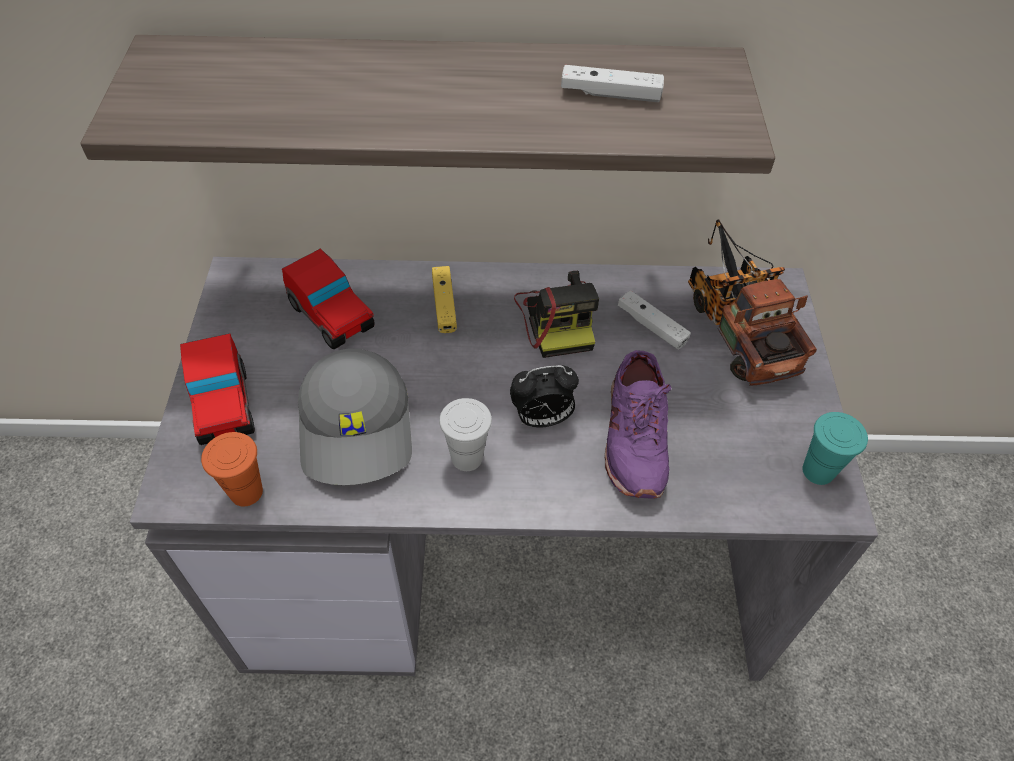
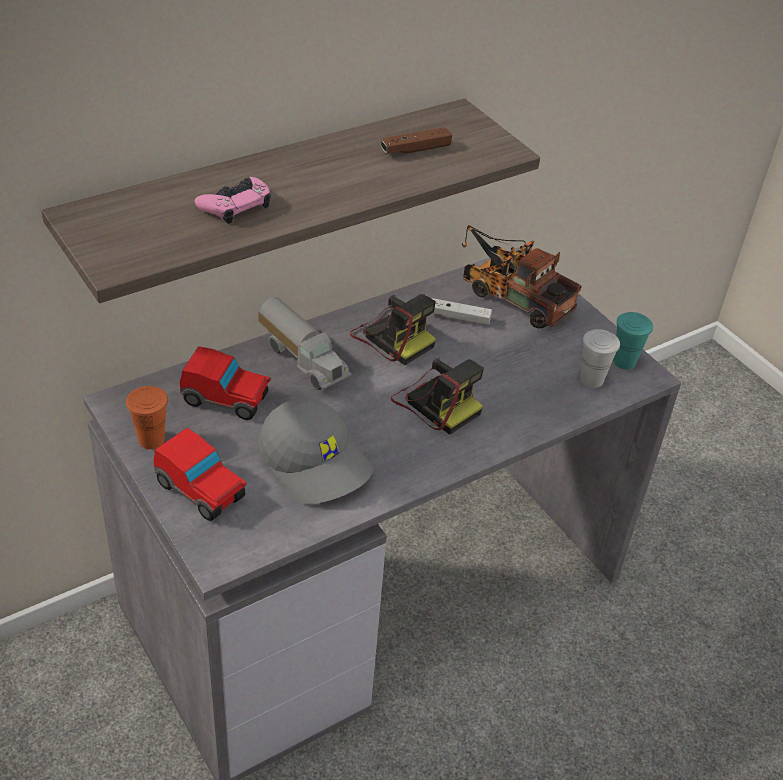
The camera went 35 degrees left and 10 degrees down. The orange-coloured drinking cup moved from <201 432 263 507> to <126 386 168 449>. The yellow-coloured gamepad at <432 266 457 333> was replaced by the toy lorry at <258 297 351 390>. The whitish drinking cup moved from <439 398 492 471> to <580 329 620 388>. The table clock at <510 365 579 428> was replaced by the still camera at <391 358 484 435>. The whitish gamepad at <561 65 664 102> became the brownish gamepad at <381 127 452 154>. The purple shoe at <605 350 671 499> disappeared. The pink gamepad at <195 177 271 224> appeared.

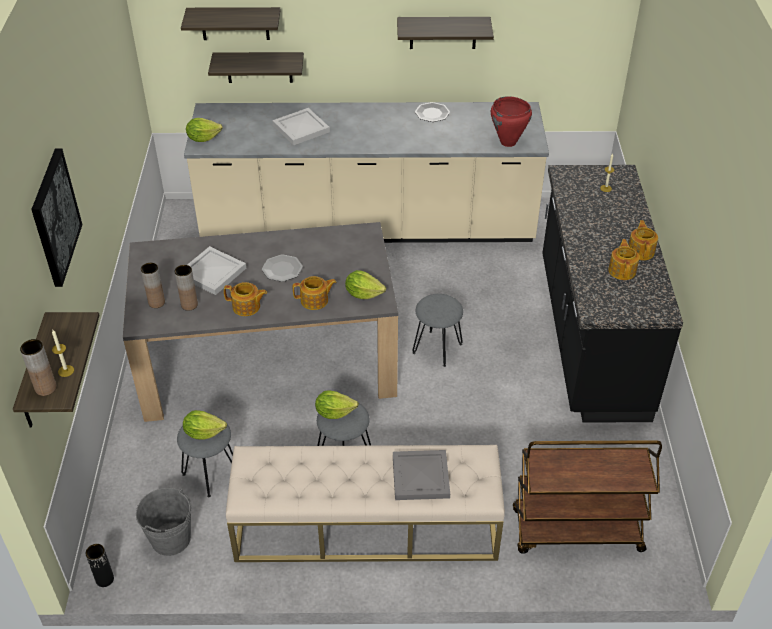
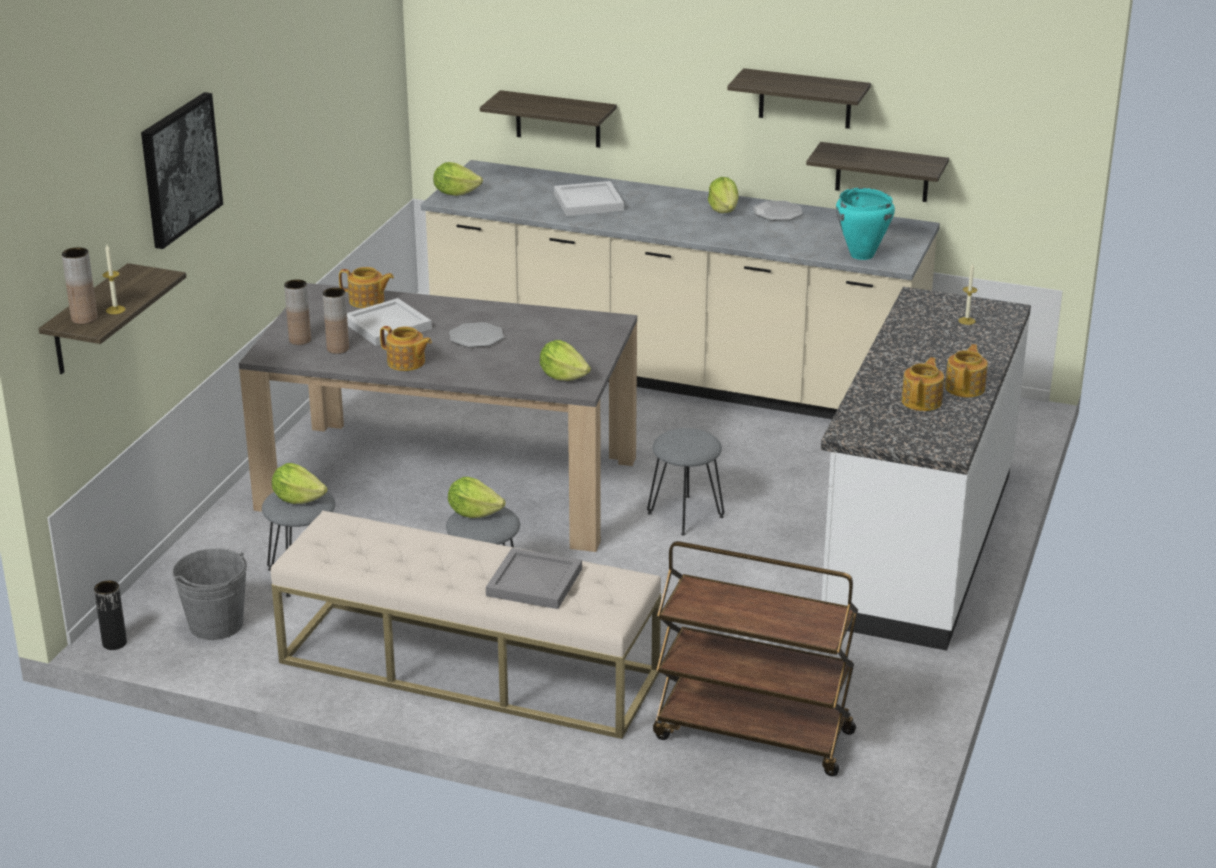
The camera went 20 degrees right and 15 degrees down. The wall shelf moved from <181 7 280 40> to <806 142 949 202>. The pot for tea moved from <293 276 336 310> to <339 267 394 308>. The red-coloured stockpot at <491 96 532 147> became the blue-green stockpot at <836 188 895 260>. The black kitchen counter at <543 165 683 423> became the whitish kitchen counter at <821 287 1031 651>. The head of lettuce at <708 177 739 213> appeared.

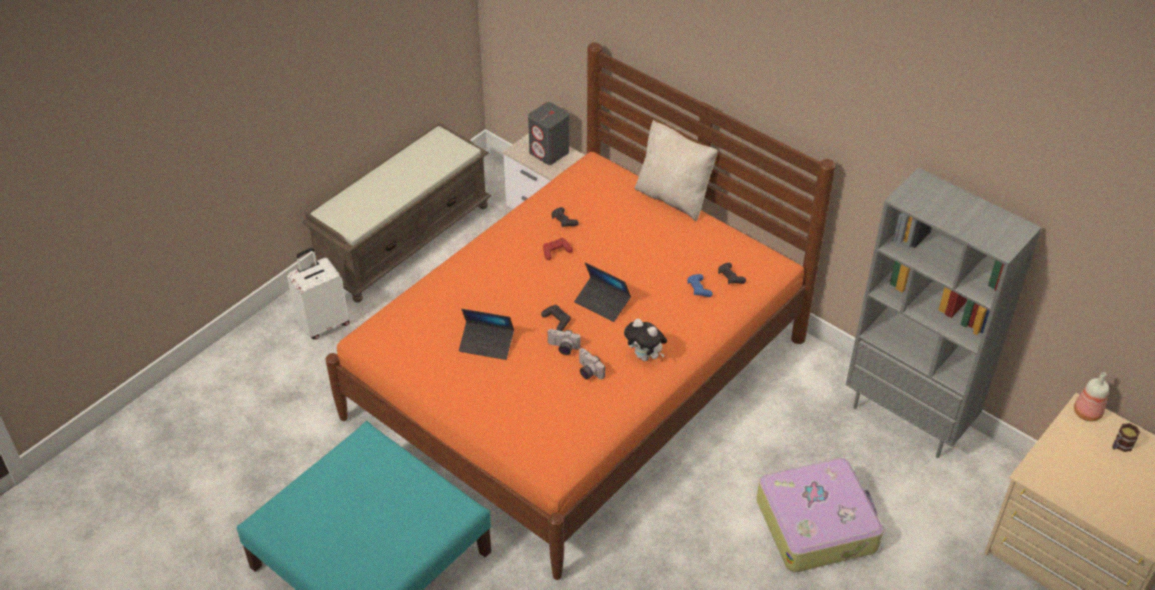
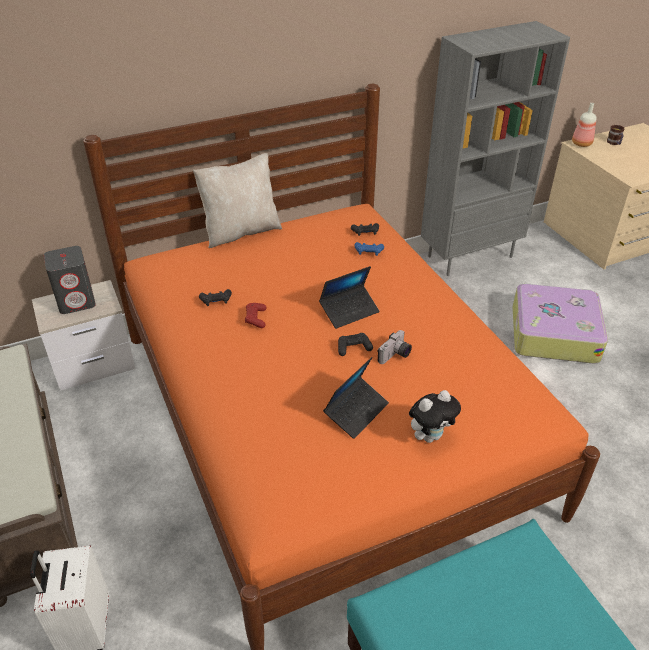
The camera went 65 degrees left and 5 degrees down. The still camera at <579 348 605 379> disappeared. The plush toy moved from <624 319 667 361> to <409 390 461 443>.

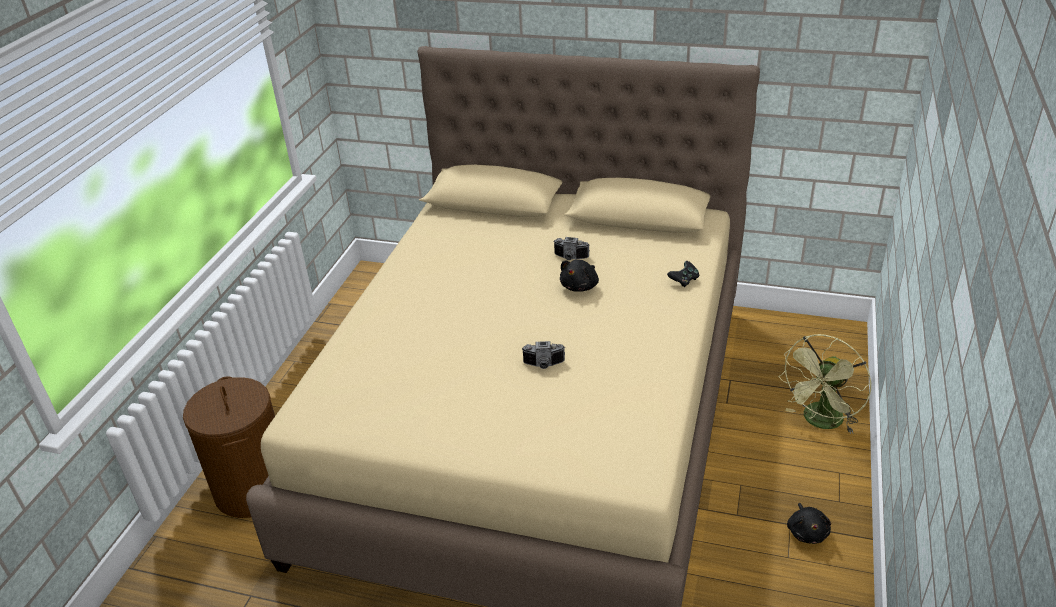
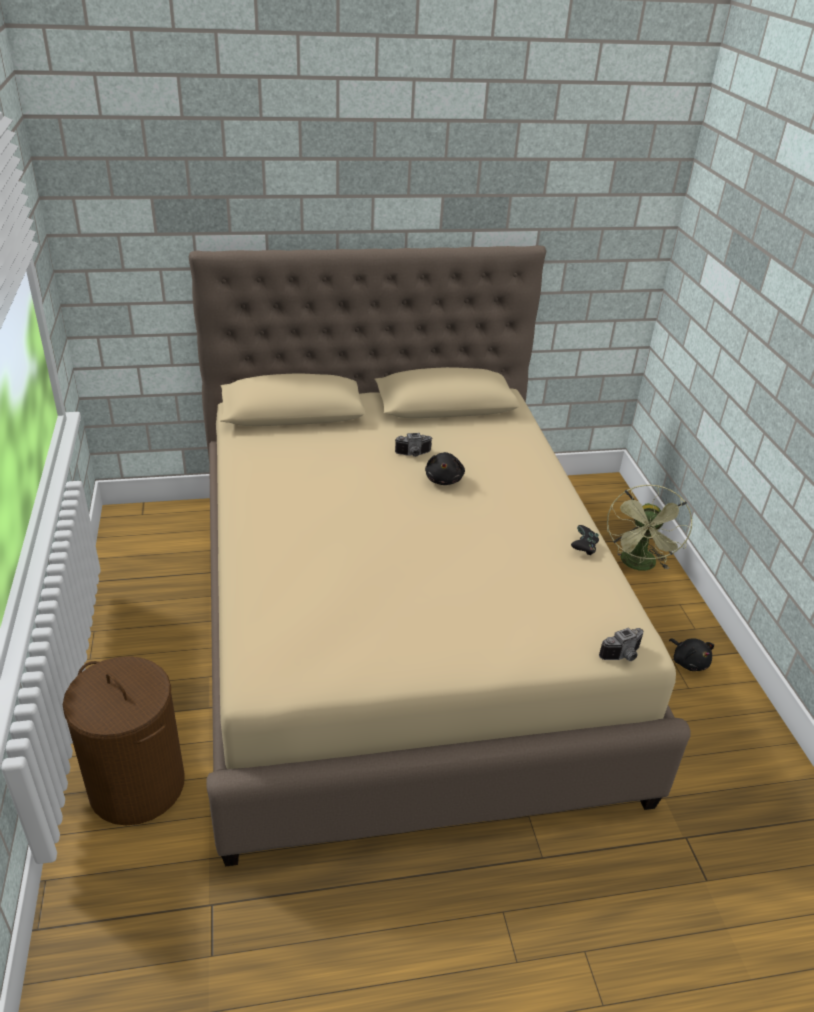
The camera went 30 degrees left and 0 degrees up. The still camera moved from <521 341 565 369> to <599 628 643 661>. The black gamepad moved from <667 261 699 287> to <571 525 599 556>.

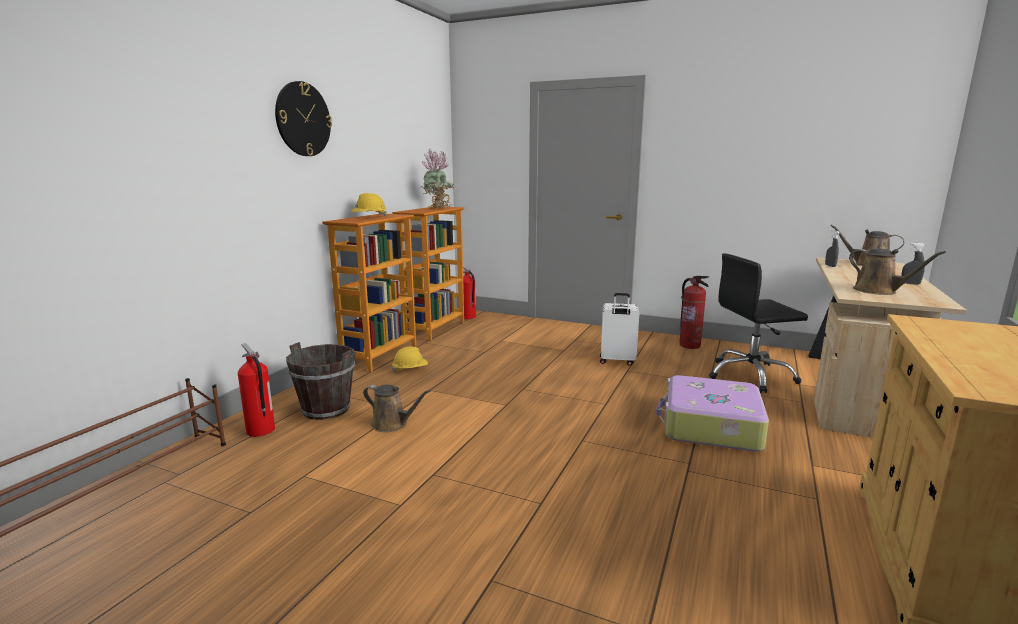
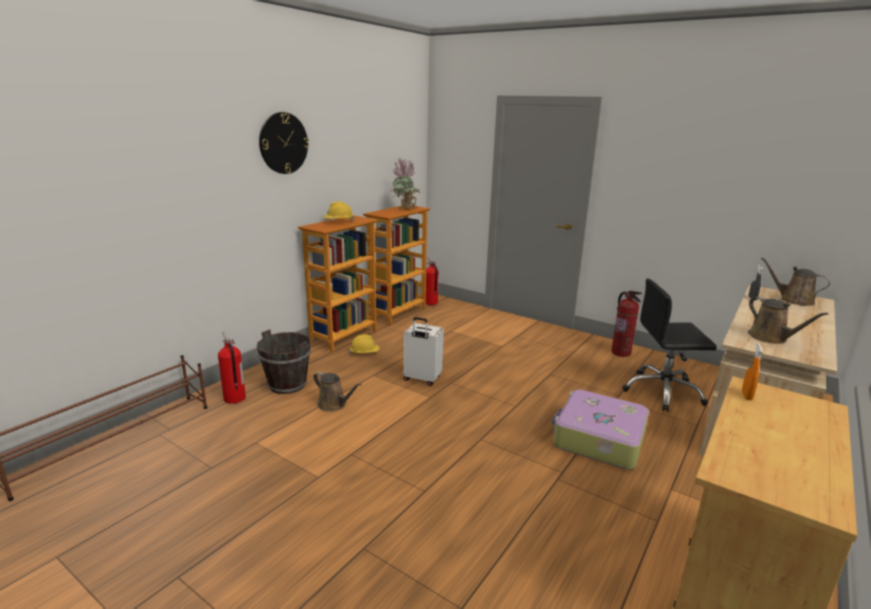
The camera went 10 degrees right and 5 degrees up. The whitish suitcase moved from <600 293 639 366> to <404 317 444 386>. The gray hand sprayer at <901 242 926 285> disappeared. The orange-coloured hand sprayer at <742 343 763 400> appeared.

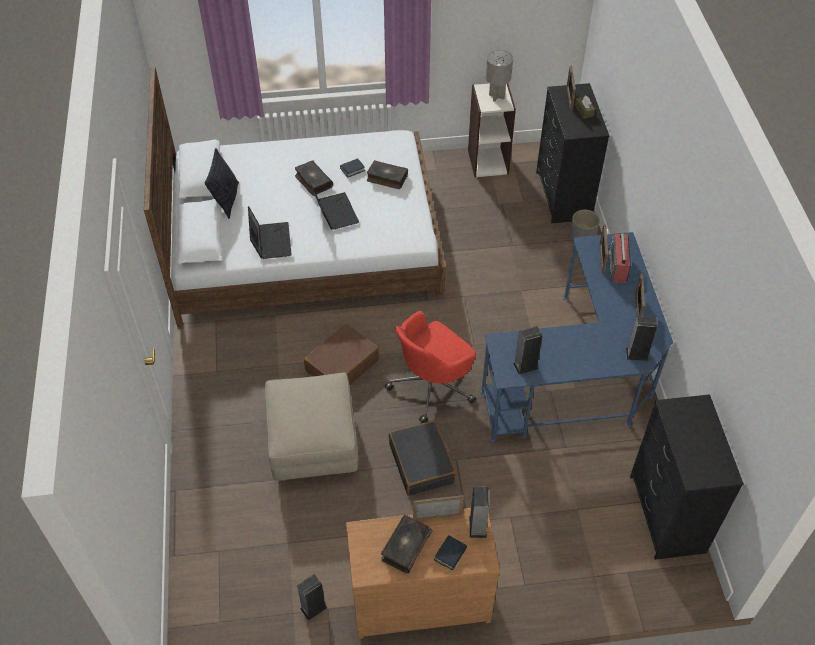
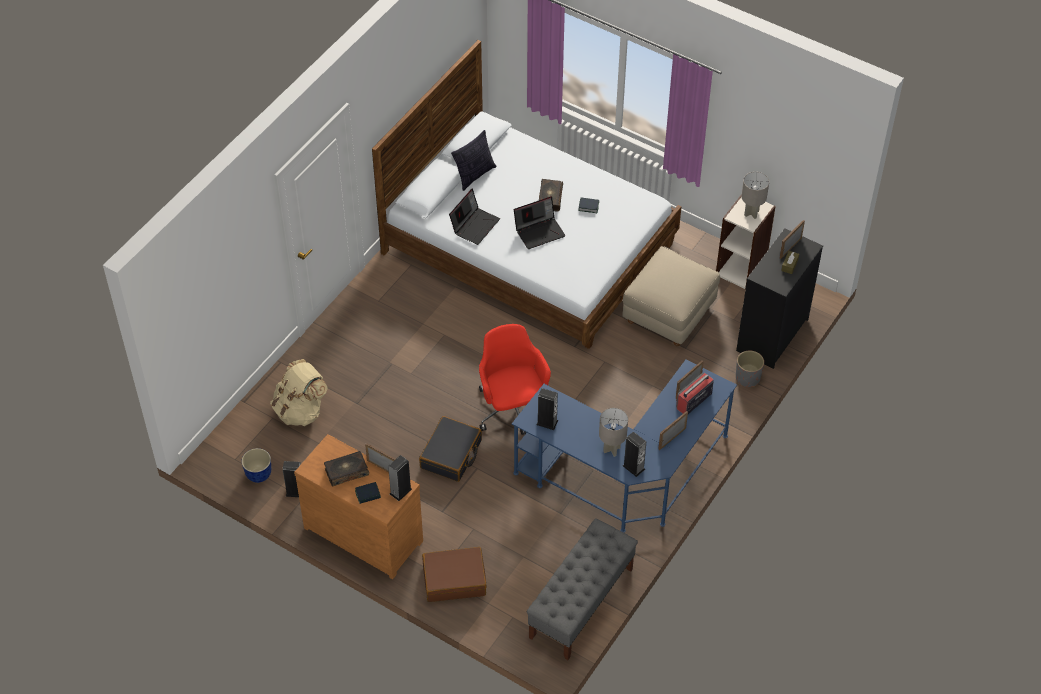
The camera went 40 degrees right and 0 degrees up. The sand-coloured footrest moved from <265 372 358 482> to <623 246 720 346>. The brownish suitcase moved from <304 324 379 386> to <422 547 486 602>. The notebook computer at <309 181 359 230> turned 45 degrees clockwise. The bound book at <367 160 408 189> disappeared. The red-coloured office chair at <385 311 476 423> turned 75 degrees clockwise. The black dresser at <630 394 744 560> was replaced by the gray indoor bench at <527 518 638 660>. The plant pot at <241 448 271 483> appeared. The sand-coloured knapsack at <270 359 328 426> appeared. The gray tabletop lamp at <599 408 628 457> appeared.

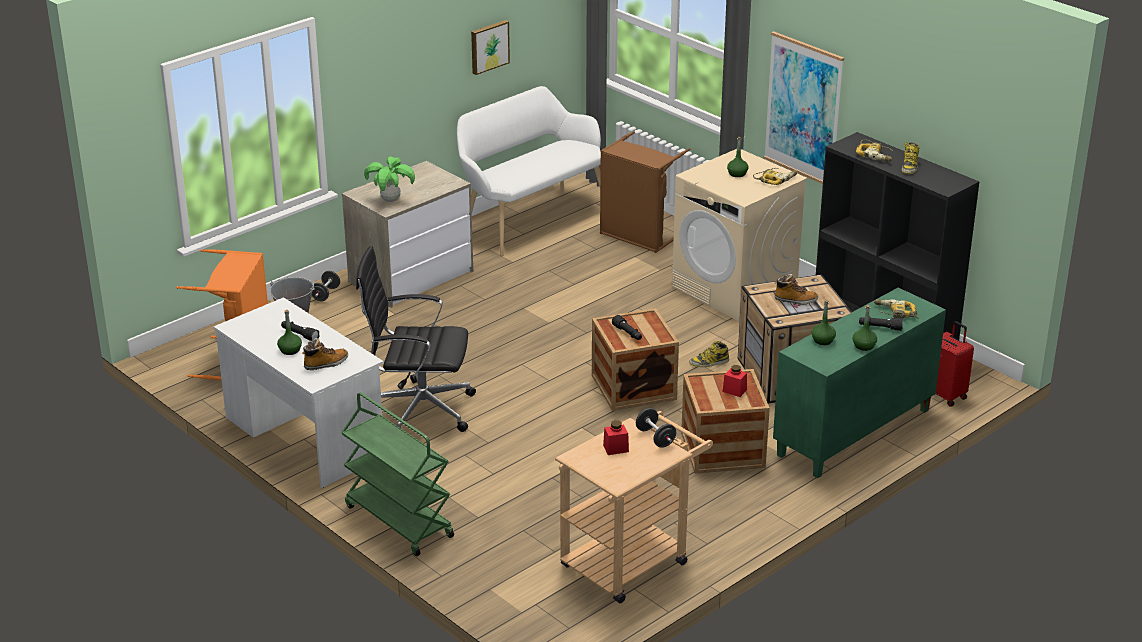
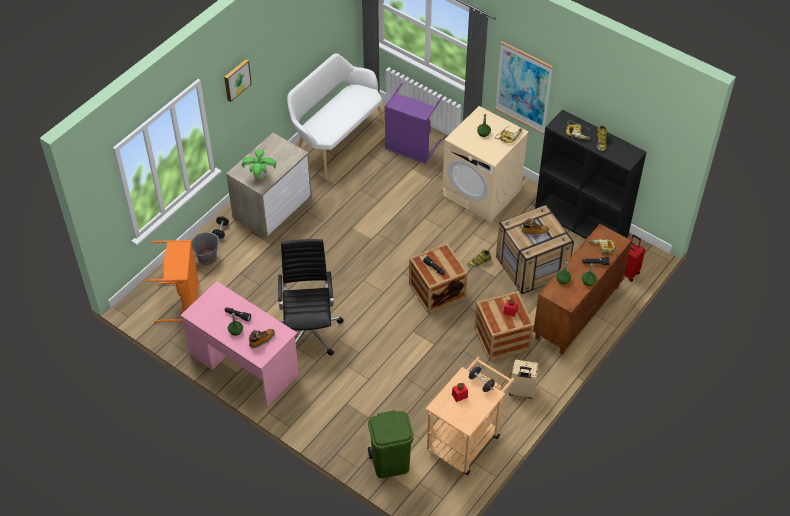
The camera went 10 degrees left and 20 degrees up. The whitish desk table at <213 297 384 488> became the pink desk table at <180 281 299 407>. The green wheeled cart at <341 392 454 556> disappeared. The black office chair at <356 246 476 432> turned 90 degrees clockwise. The wall picture moved from <471 20 510 75> to <224 59 252 102>. The brownish laundry basket at <600 131 690 253> became the purple laundry basket at <385 83 443 164>. The green cabinet at <773 288 946 478> became the brownish cabinet at <533 224 632 355>. The green trash can at <368 410 414 478> appeared. The sand-coloured suitcase at <509 360 539 399> appeared.

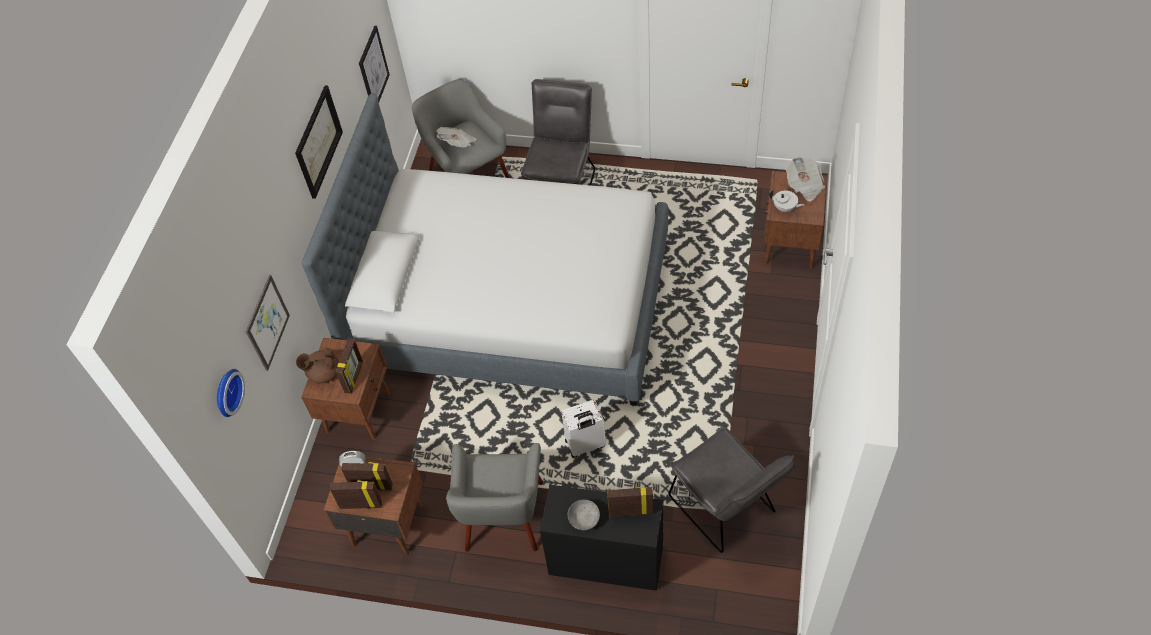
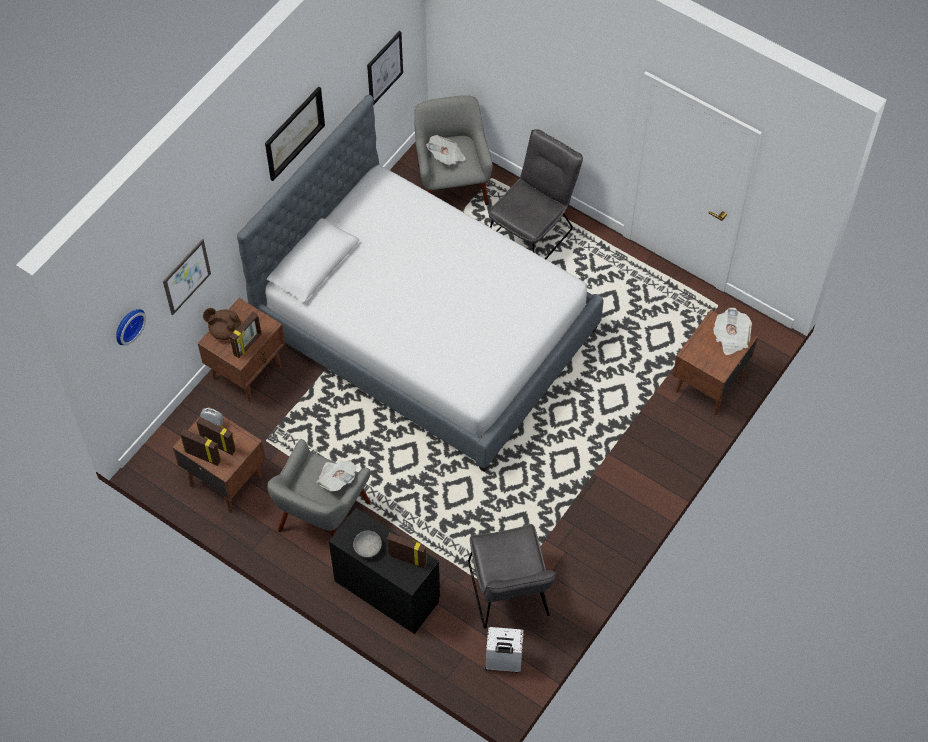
The camera went 20 degrees right and 5 degrees up. The whitish suitcase moved from <561 400 606 458> to <485 627 524 673>. The whitish pot for tea at <769 190 804 213> disappeared. The printed paper at <317 460 357 491> appeared.

